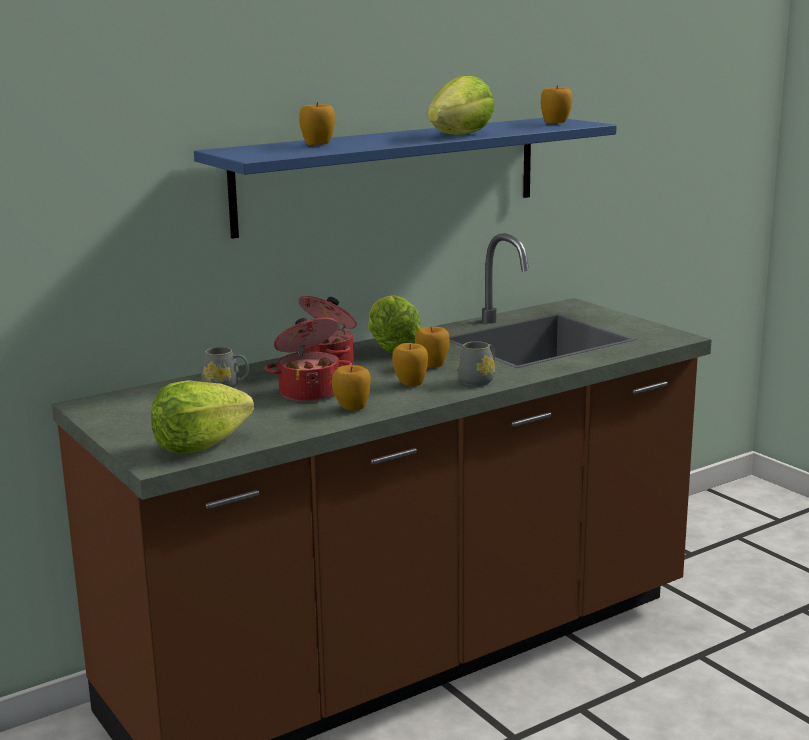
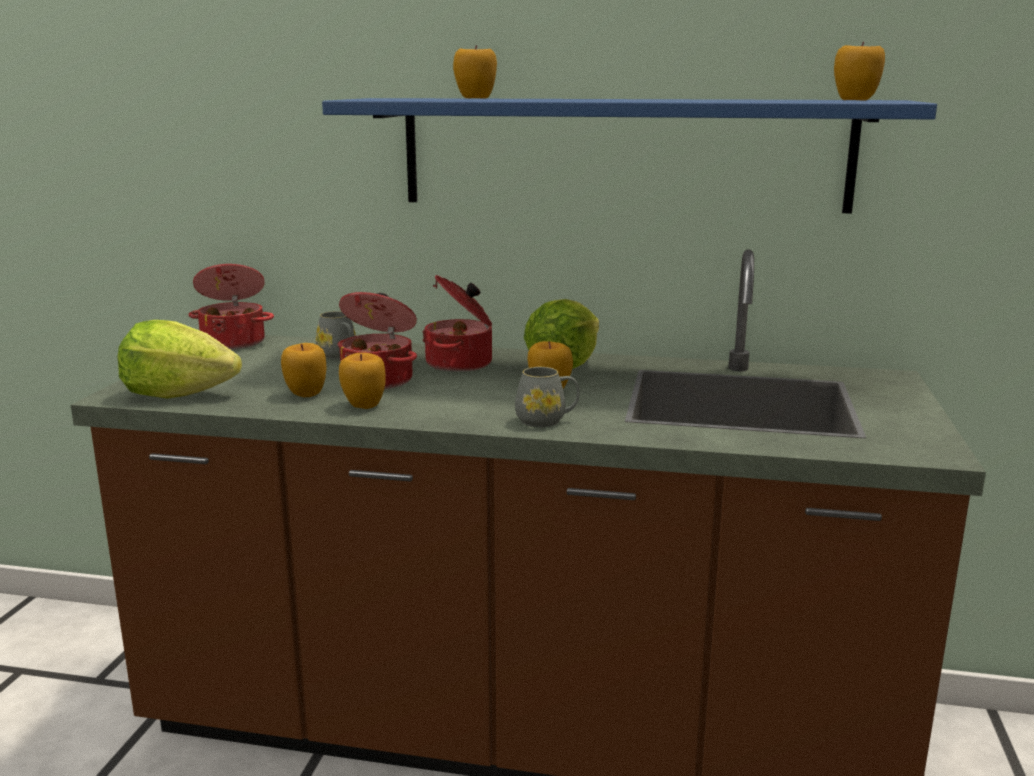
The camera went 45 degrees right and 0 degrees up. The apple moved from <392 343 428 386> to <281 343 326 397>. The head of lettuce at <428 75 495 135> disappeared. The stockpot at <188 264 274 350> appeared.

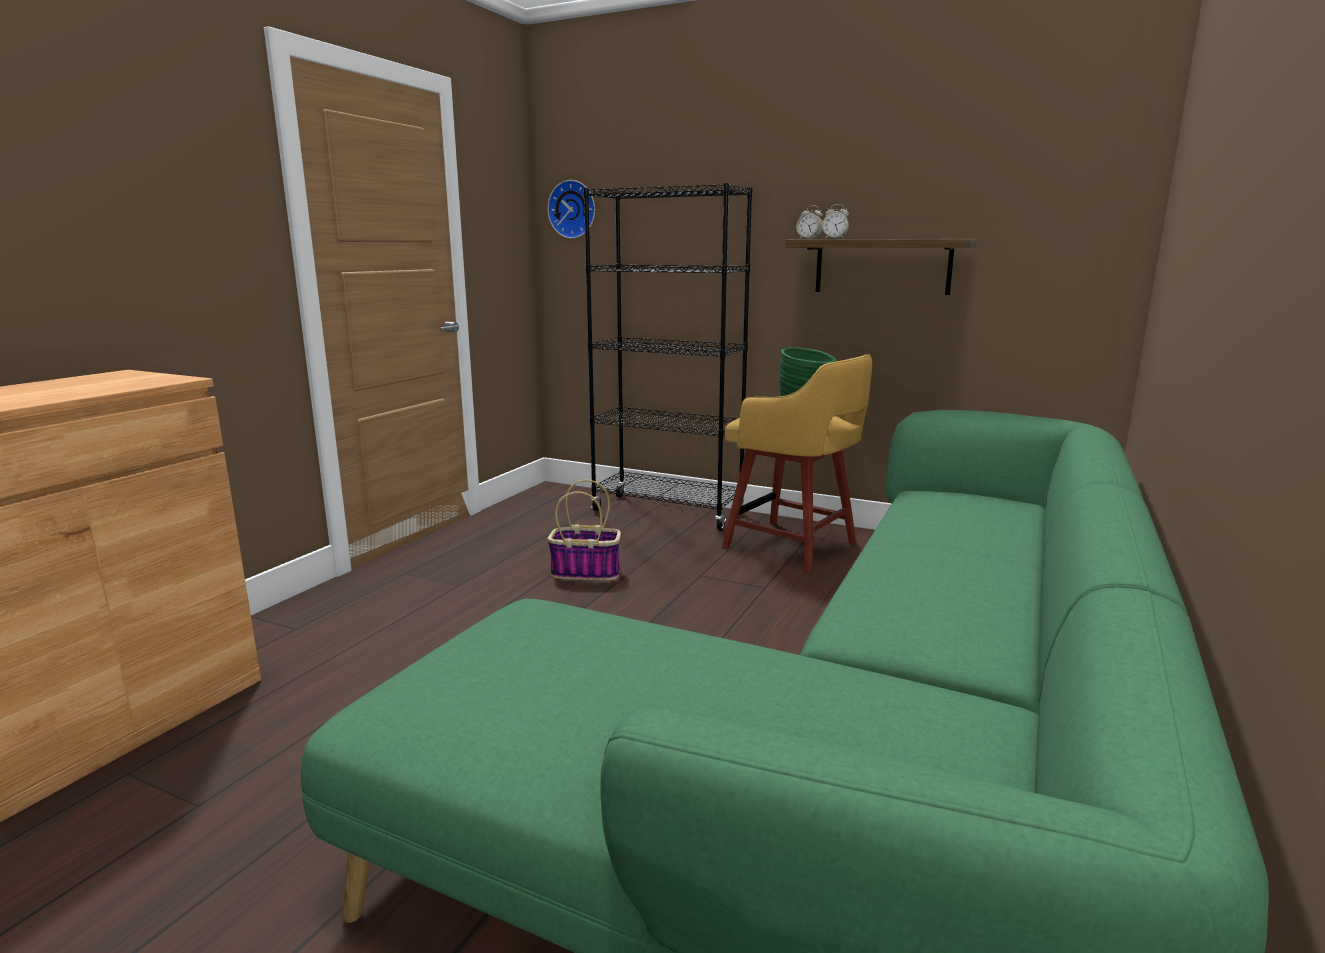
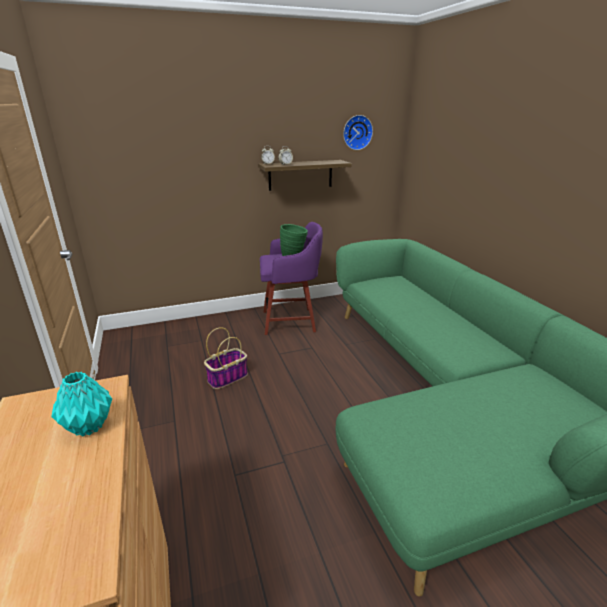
The camera went 45 degrees left and 10 degrees up. The clock on the wall moved from <547 180 595 239> to <343 115 373 150>. The black bookcase at <584 183 753 531> disappeared. The yellow-coloured stool at <722 354 872 572> became the purple stool at <260 222 323 335>. The blue-green decorative vase at <51 372 112 437> appeared.

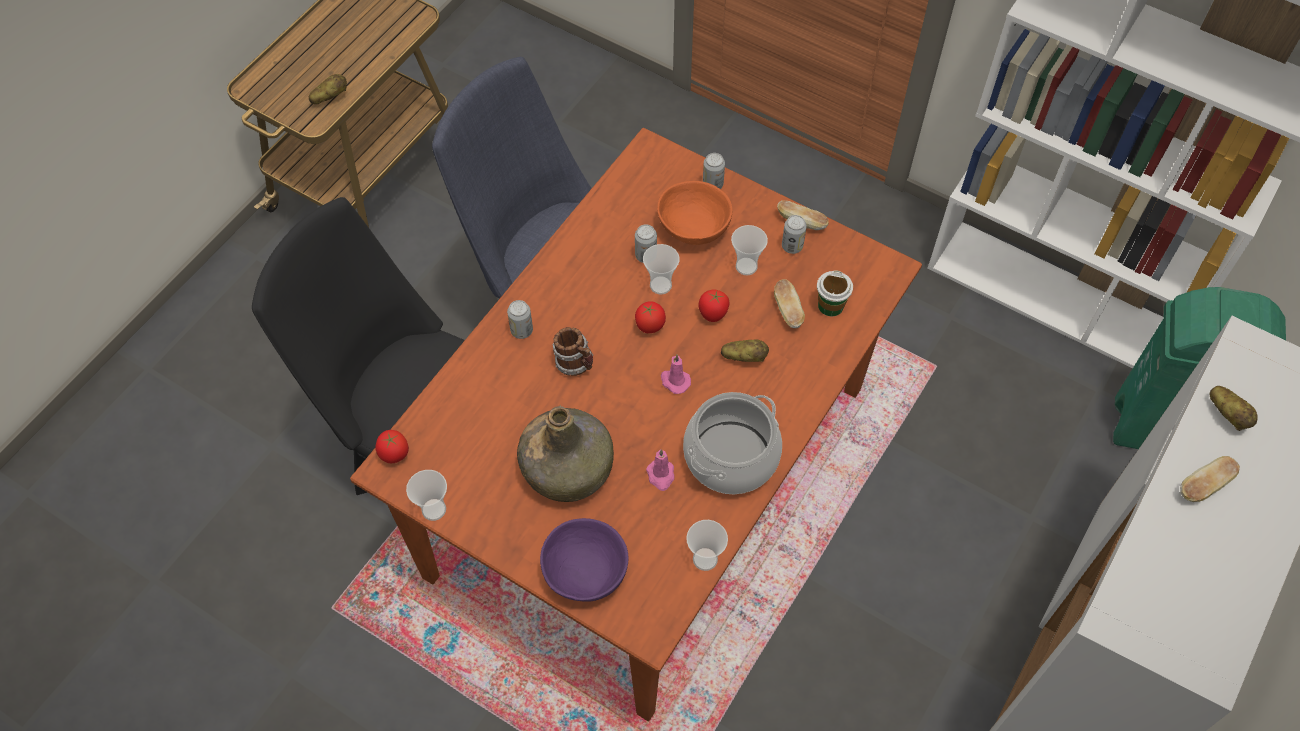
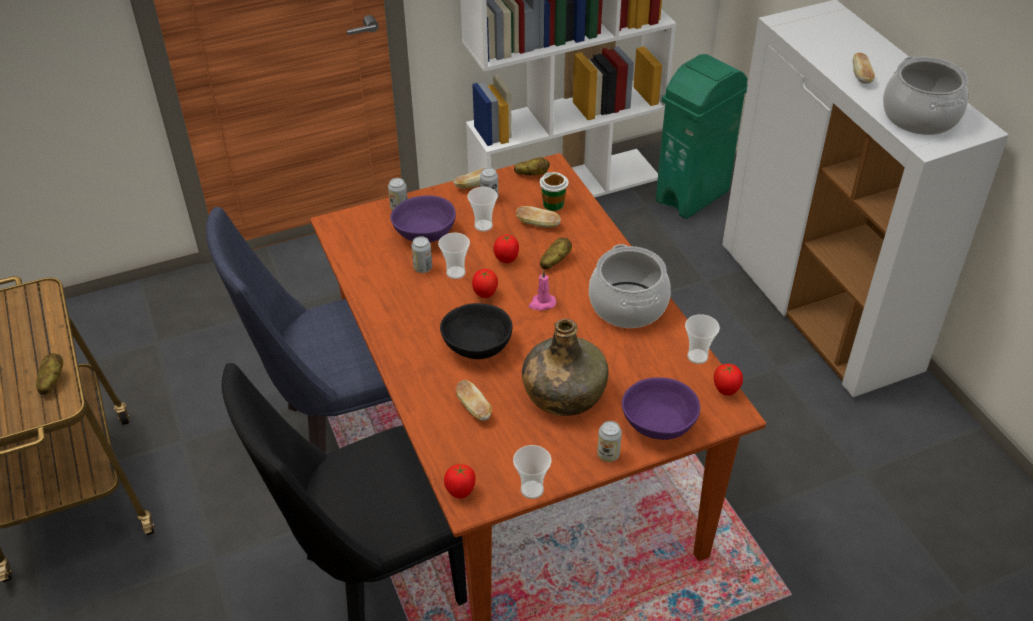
The camera went 55 degrees left and 15 degrees down. The metal can moved from <507 300 533 339> to <597 421 622 462>. The mug at <552 327 593 376> was replaced by the black serving bowl at <440 303 512 359>. The pink wax candle at <646 449 675 491> disappeared. The orange-coloured serving bowl at <657 181 732 245> became the purple serving bowl at <390 195 456 242>. The whole potato moved from <1209 386 1258 431> to <514 157 550 175>. The baked bread at <456 380 492 421> appeared. The whole tomato at <714 364 743 396> appeared. The stockpot at <883 56 968 135> appeared.

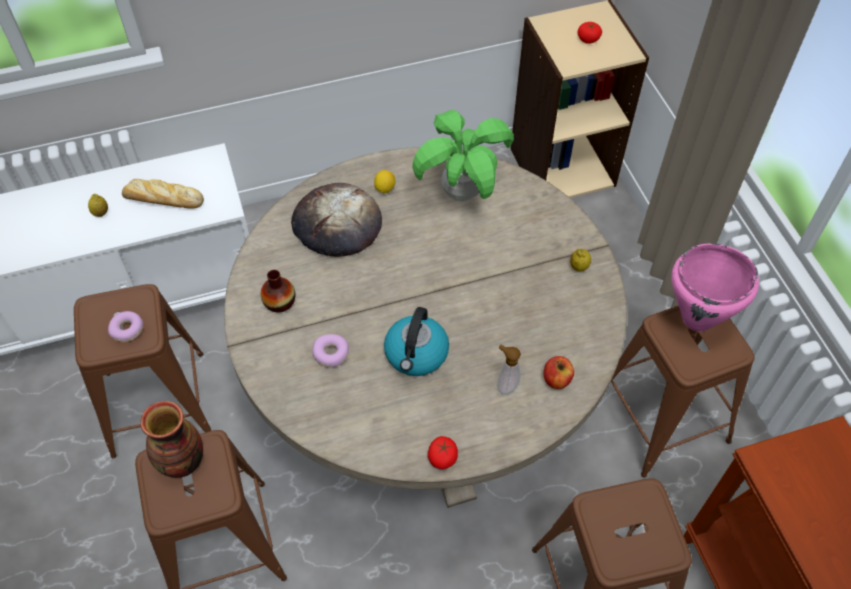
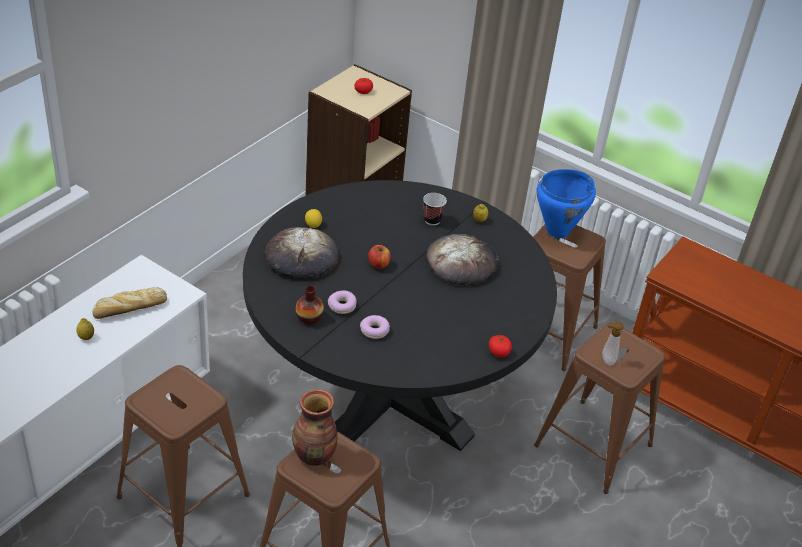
The camera went 40 degrees left and 15 degrees down. The ring doughnut moved from <108 311 143 342> to <328 291 357 314>. The sand-coloured dining table at <224 147 627 508> became the black dining table at <243 180 557 451>. The kettle at <384 307 449 376> disappeared. The houseplant at <412 110 514 201> disappeared. The soap dispenser moved from <497 345 521 395> to <602 322 624 365>. The apple moved from <543 356 574 389> to <368 245 391 269>. The pink stockpot at <671 243 759 332> became the blue-coloured stockpot at <537 169 596 238>. The drinking cup at <423 193 447 225> appeared. The baked bread at <427 234 499 285> appeared.

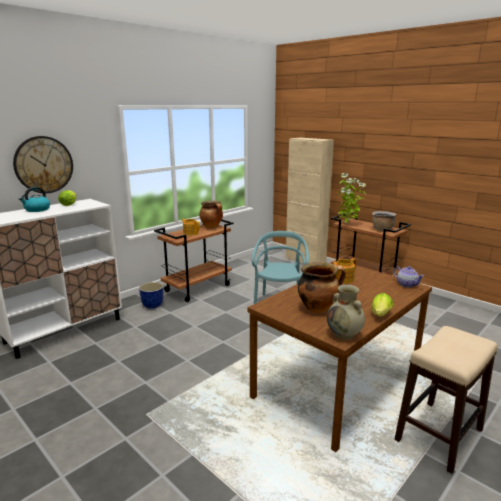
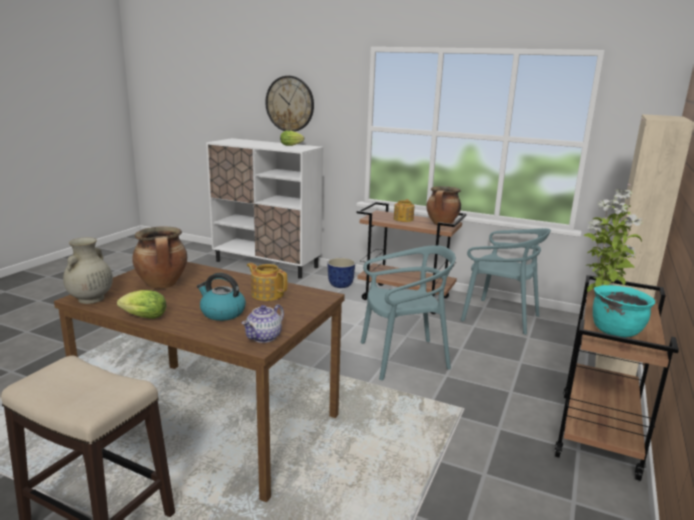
The camera went 70 degrees right and 0 degrees up. The kettle moved from <19 187 50 212> to <197 273 246 321>. The brownish stockpot at <372 211 396 231> became the blue-green stockpot at <593 285 655 338>. The blue-green upright chair at <461 228 551 335> appeared.

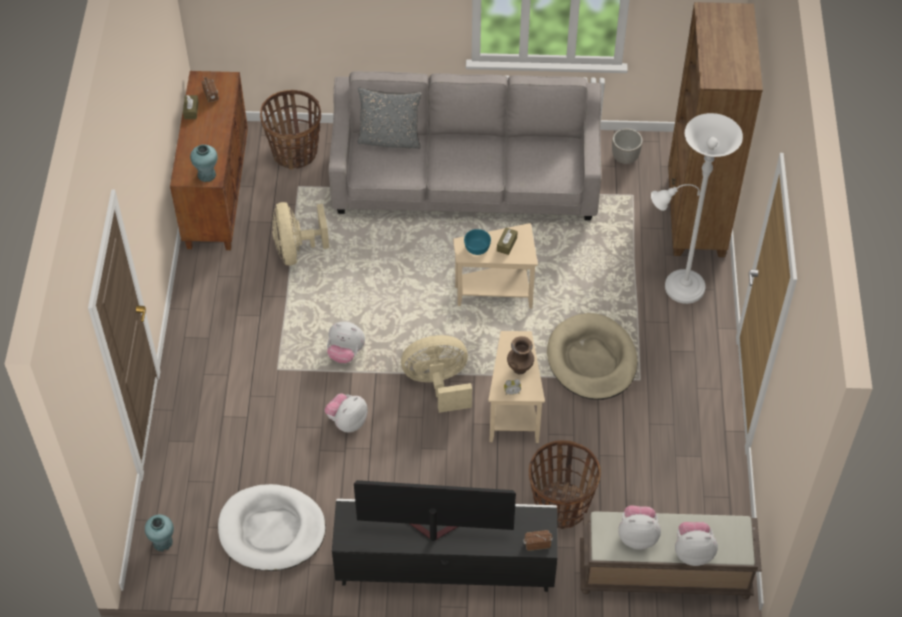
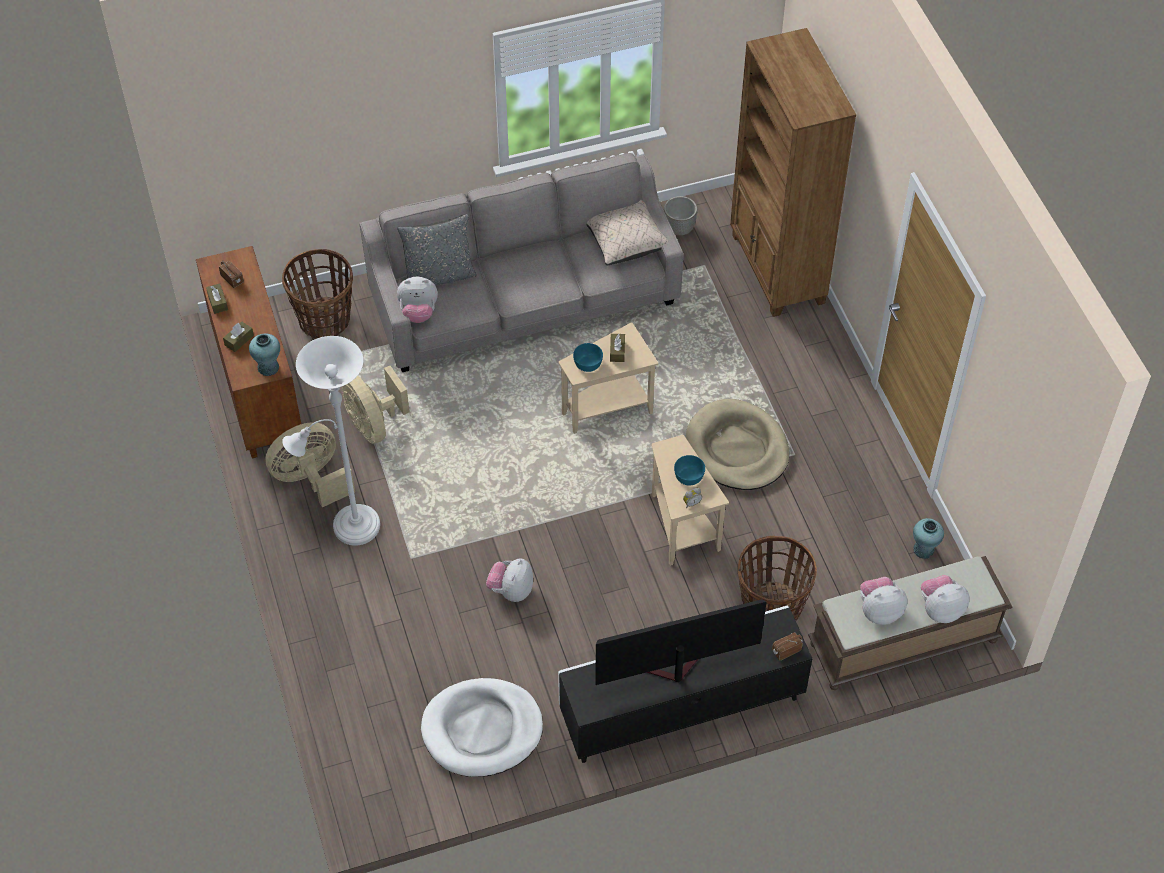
The camera went 20 degrees left and 0 degrees up. The blue-green decorative vase moved from <145 514 174 552> to <913 518 944 559>. The plush toy moved from <327 321 365 363> to <397 277 438 323>. The sand-coloured electric fan moved from <401 335 472 413> to <265 422 355 507>. The brownish decorative vase at <507 336 534 374> was replaced by the blue-green serving bowl at <674 455 705 486>. The whitish floor lamp moved from <651 113 743 304> to <282 336 380 546>. The brownish box of tissues at <223 322 254 352> appeared. The sand-coloured cushion at <586 200 669 265> appeared.

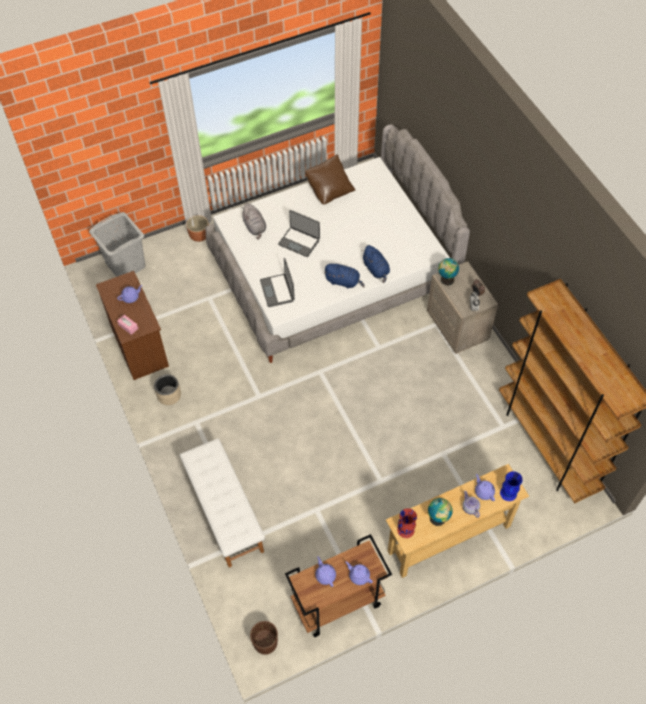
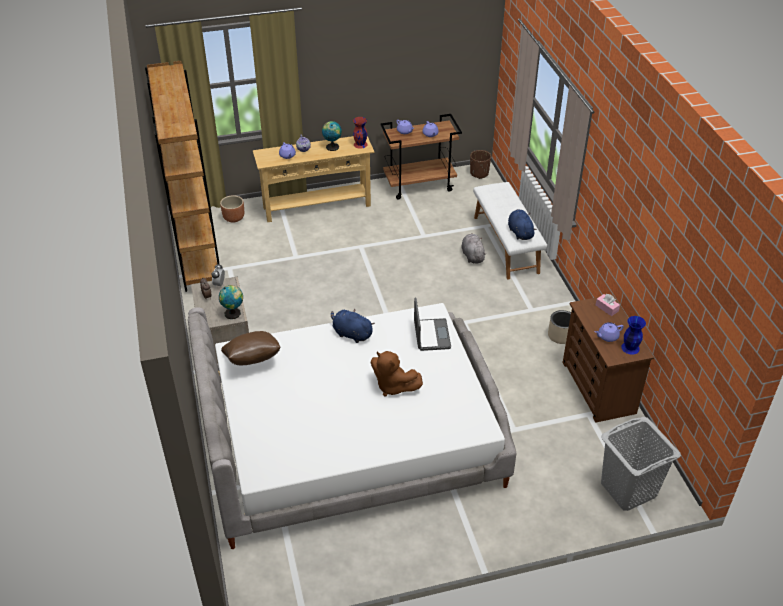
The camera went 170 degrees left and 15 degrees down. The brownish plant pot moved from <186 215 209 242> to <220 195 244 223>. The gray plush toy moved from <241 203 266 240> to <462 233 486 263>. The notebook computer at <278 210 320 257> was replaced by the brownish plush toy at <371 351 423 396>. The brownish cushion moved from <305 154 355 205> to <221 331 280 365>. The blue-coloured plush toy moved from <362 245 390 283> to <508 209 537 240>. The blue-coloured decorative vase moved from <500 471 523 501> to <621 316 646 355>.

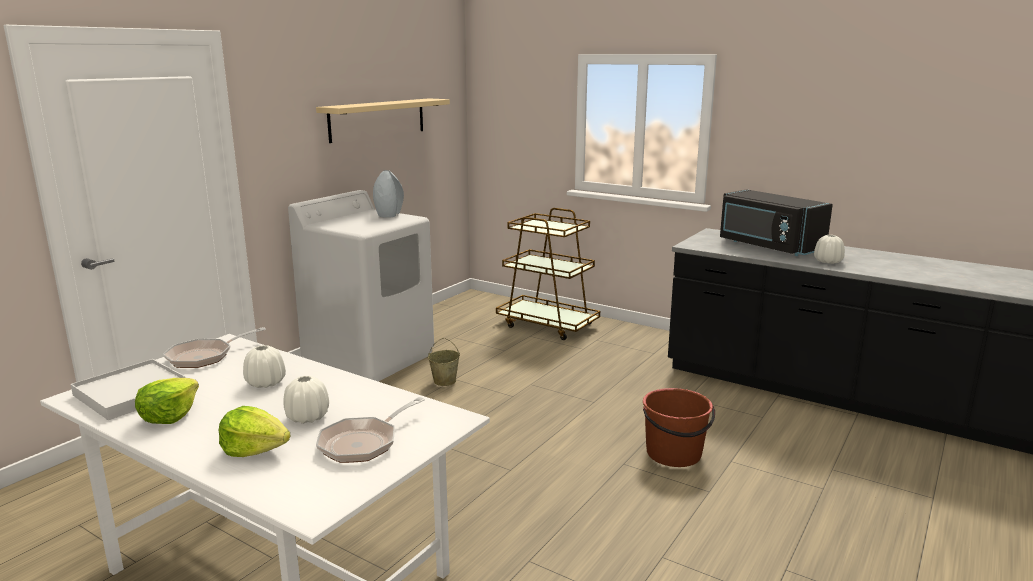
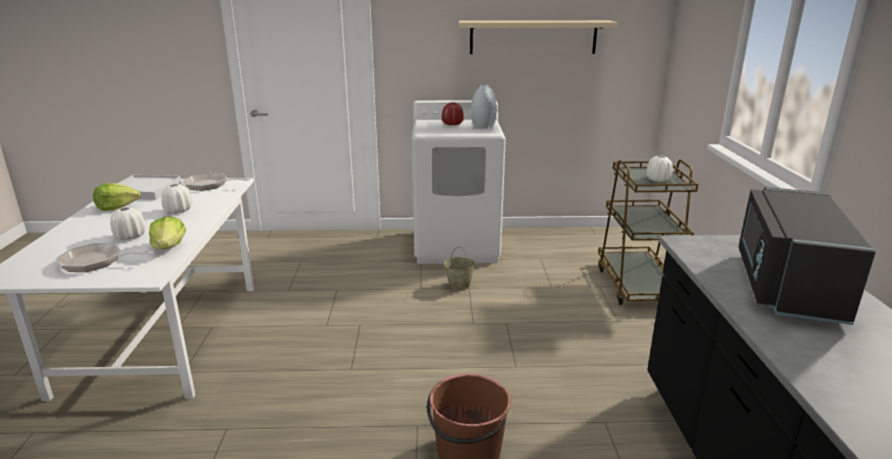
The camera went 55 degrees right and 5 degrees up. The head of lettuce moved from <219 406 291 457> to <149 217 186 250>. The whitish decorative vase moved from <814 235 845 264> to <646 155 673 182>. The red-coloured decorative vase at <442 103 464 125> appeared.

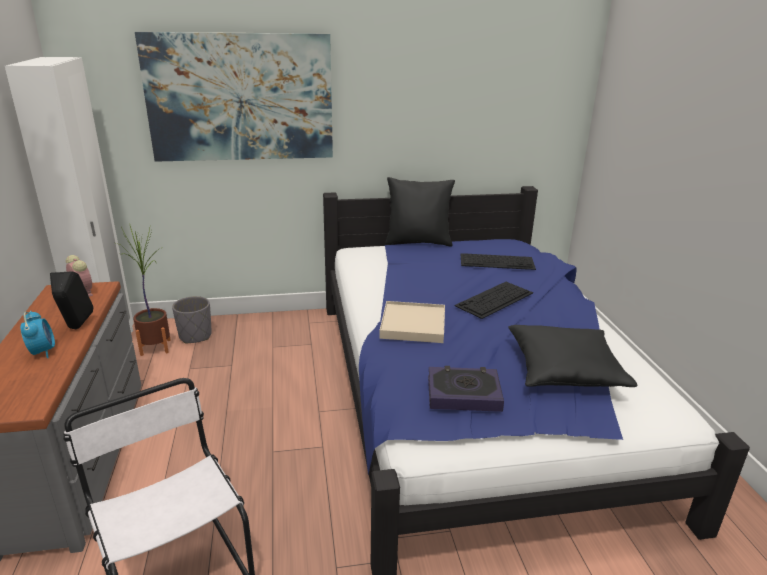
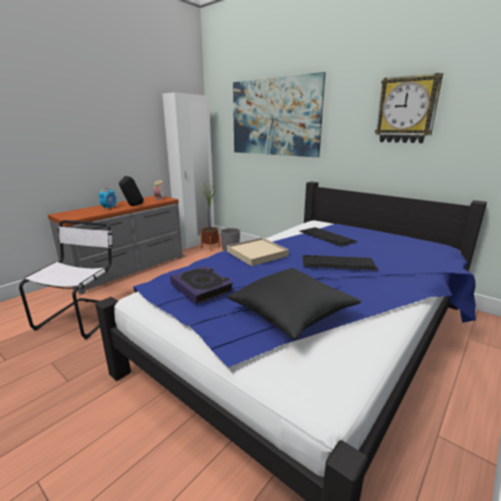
The camera went 50 degrees right and 5 degrees down. The black cushion at <385 177 455 247> disappeared. The keyboard moved from <461 253 536 270> to <299 227 358 247>. The clock on the wall at <375 73 443 143> appeared.

